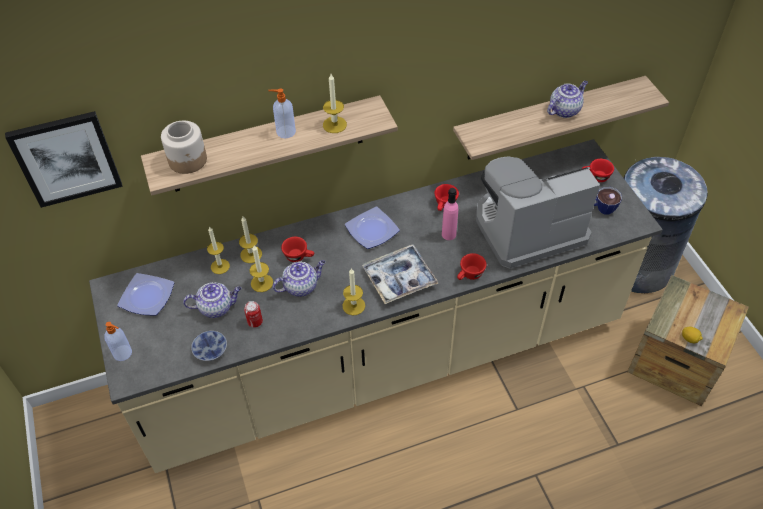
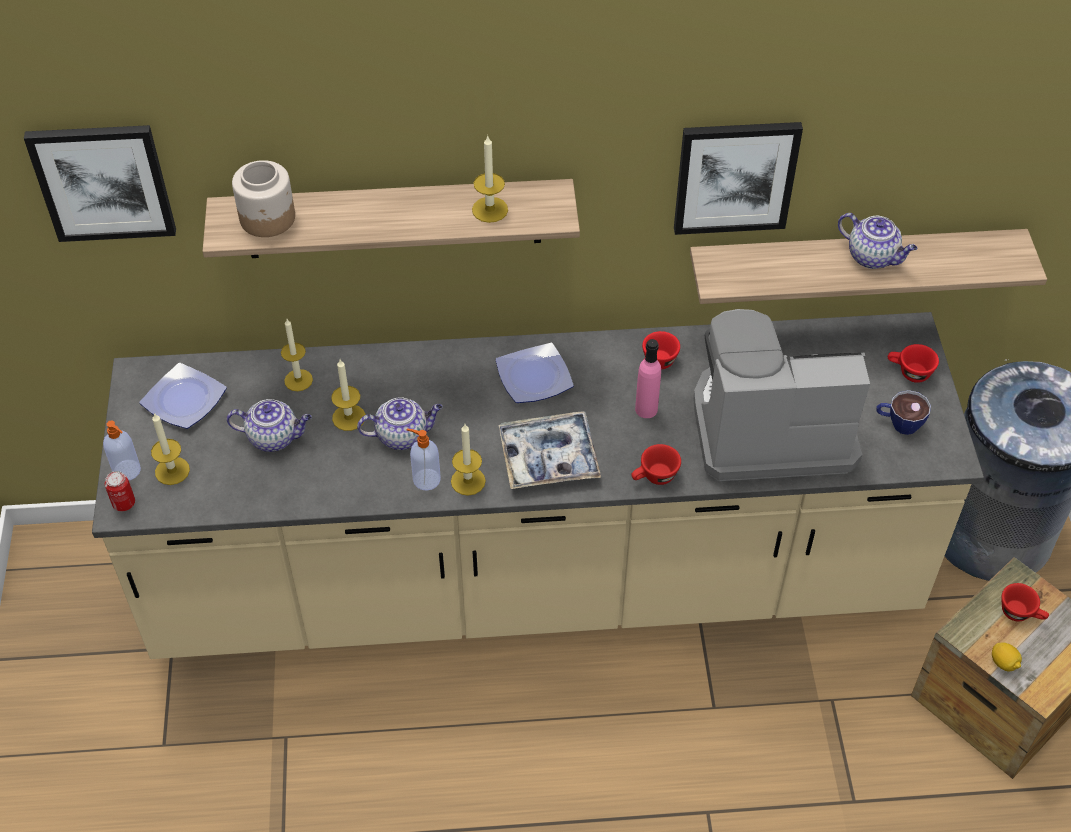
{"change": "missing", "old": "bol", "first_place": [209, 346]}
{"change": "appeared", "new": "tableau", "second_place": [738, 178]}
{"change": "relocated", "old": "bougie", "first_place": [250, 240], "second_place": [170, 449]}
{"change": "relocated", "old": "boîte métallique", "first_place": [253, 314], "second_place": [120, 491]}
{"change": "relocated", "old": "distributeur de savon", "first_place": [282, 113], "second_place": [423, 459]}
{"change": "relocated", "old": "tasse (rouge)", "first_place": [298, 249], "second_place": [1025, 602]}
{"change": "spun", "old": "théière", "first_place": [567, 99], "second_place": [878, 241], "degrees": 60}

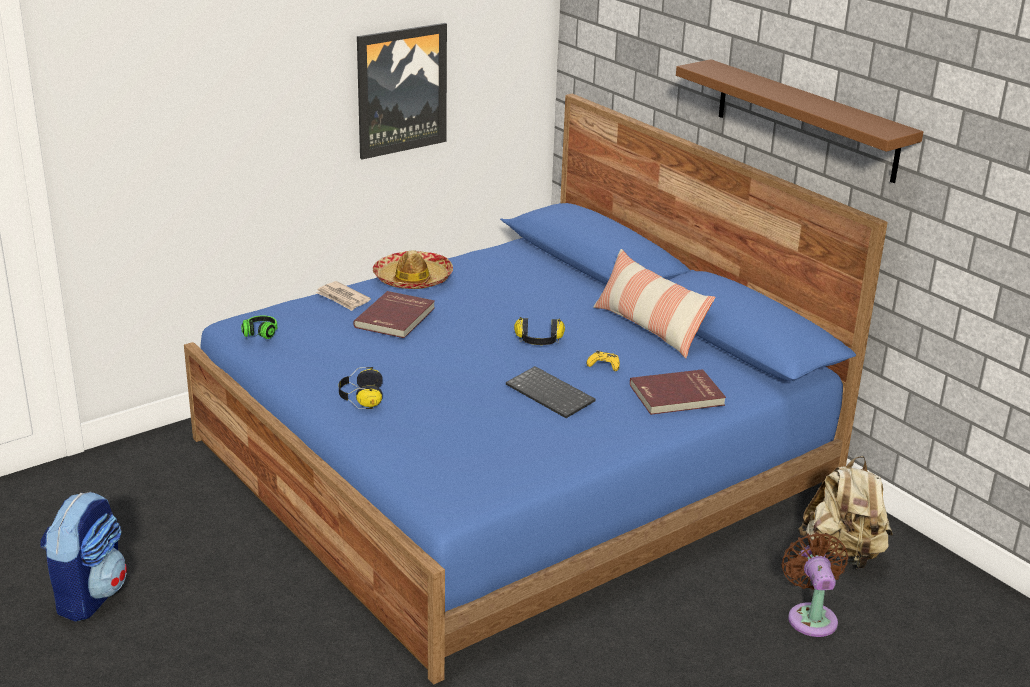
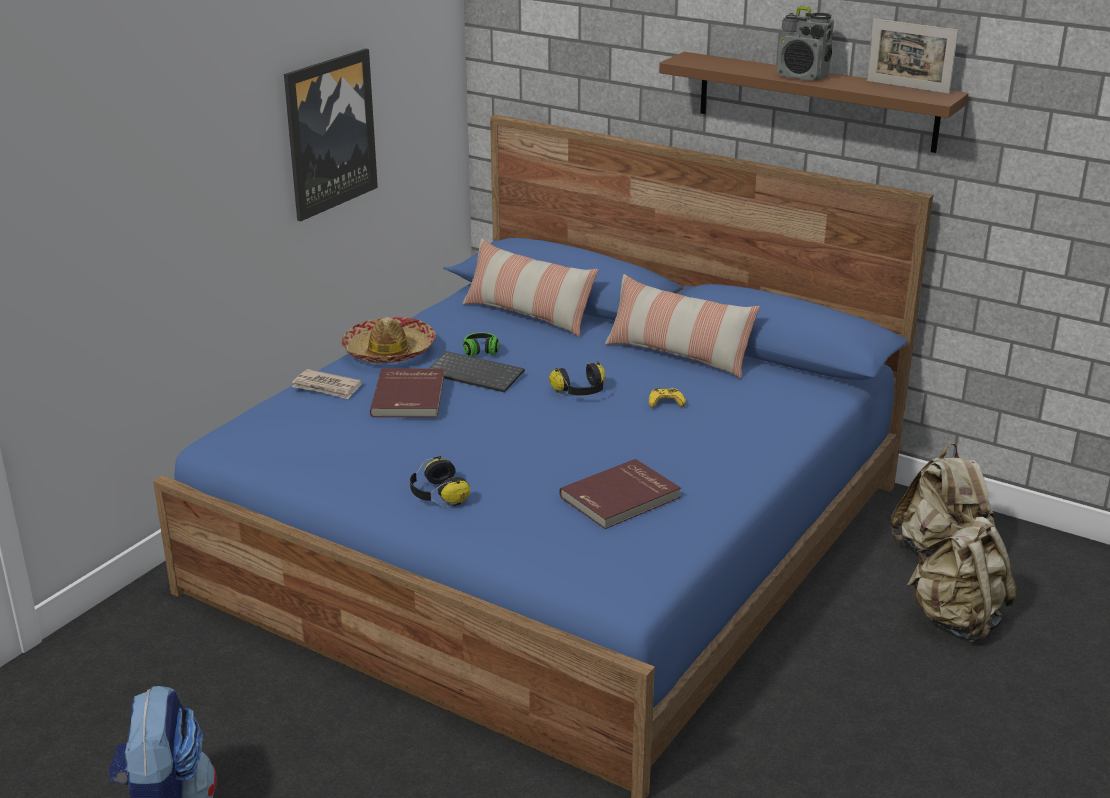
{"change": "appeared", "new": "coussin", "second_place": [530, 288]}
{"change": "appeared", "new": "radio", "second_place": [805, 43]}
{"change": "appeared", "new": "cadre photo", "second_place": [912, 56]}
{"change": "relocated", "old": "casque audio", "first_place": [259, 327], "second_place": [481, 344]}
{"change": "relocated", "old": "clavier", "first_place": [551, 392], "second_place": [477, 372]}
{"change": "relocated", "old": "livre (rouge)", "first_place": [678, 392], "second_place": [620, 494]}
{"change": "exchanged", "old": "ventilateur (marron)", "new": "sac à dos (beige)", "first_place": [815, 584], "second_place": [962, 580]}

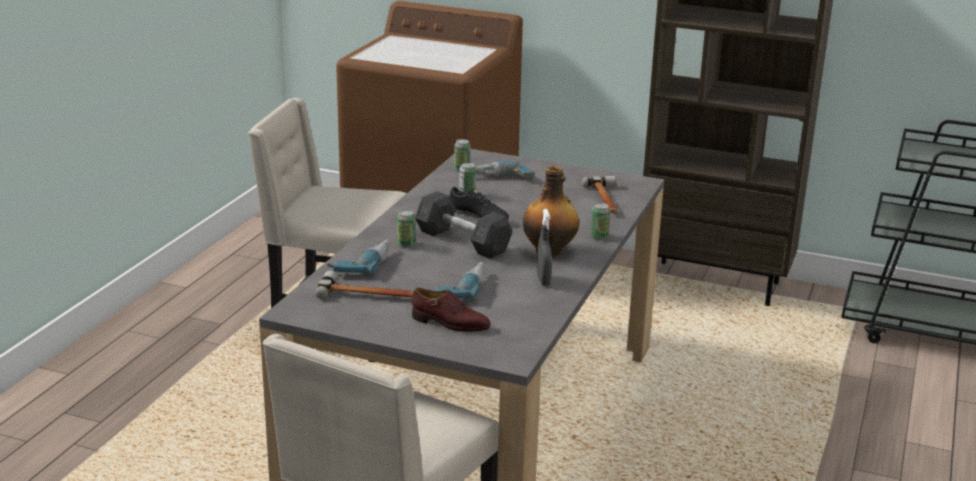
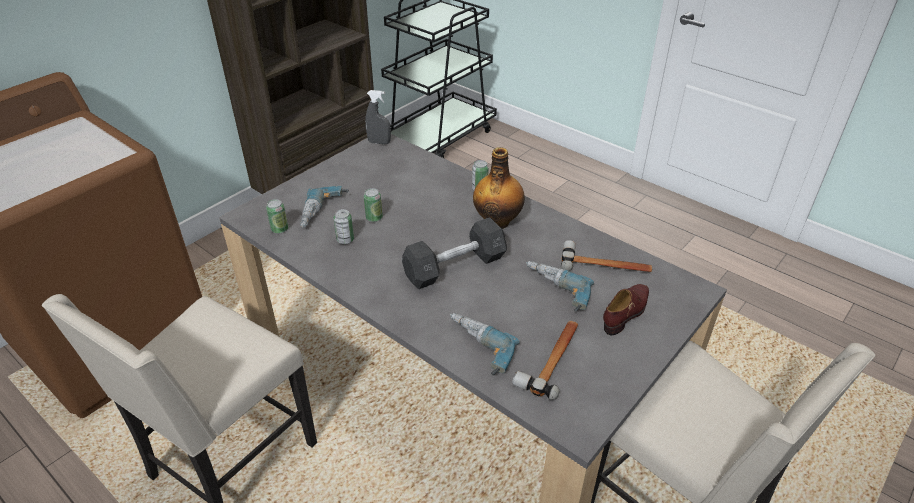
{"change": "missing", "old": "chaussure (noir)", "first_place": [479, 203]}
{"change": "relocated", "old": "boîte métallique", "first_place": [406, 228], "second_place": [373, 205]}
{"change": "relocated", "old": "vaporisateur (gris)", "first_place": [544, 247], "second_place": [378, 117]}
{"change": "relocated", "old": "marteau", "first_place": [600, 194], "second_place": [606, 256]}

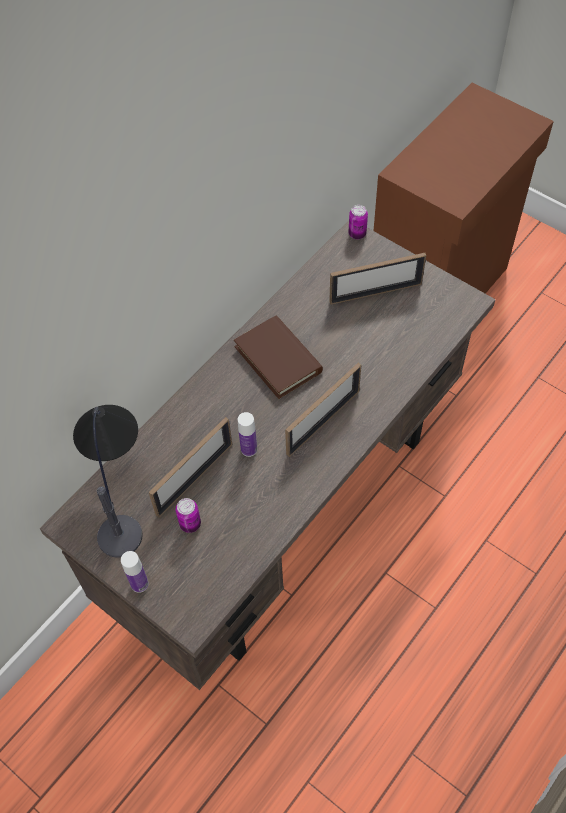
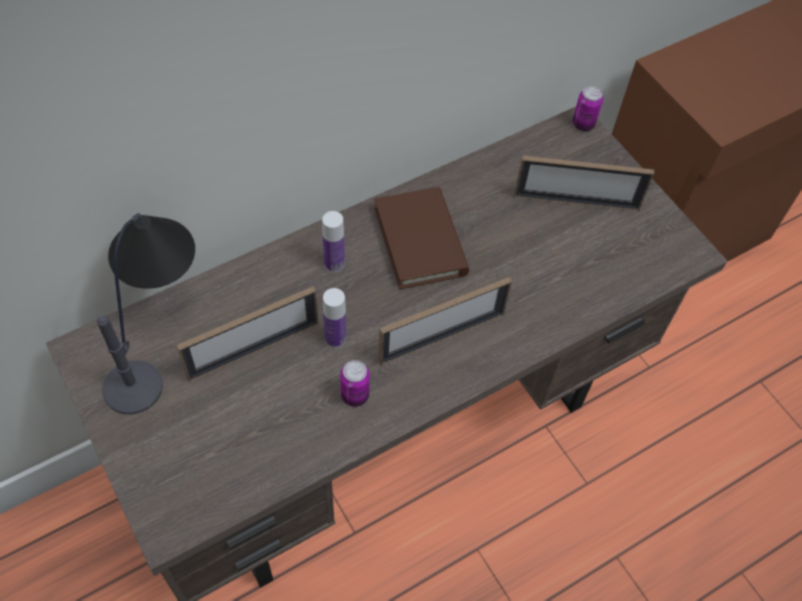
{"change": "relocated", "old": "bouteille", "first_place": [135, 572], "second_place": [333, 241]}
{"change": "relocated", "old": "boîte métallique", "first_place": [188, 515], "second_place": [355, 383]}

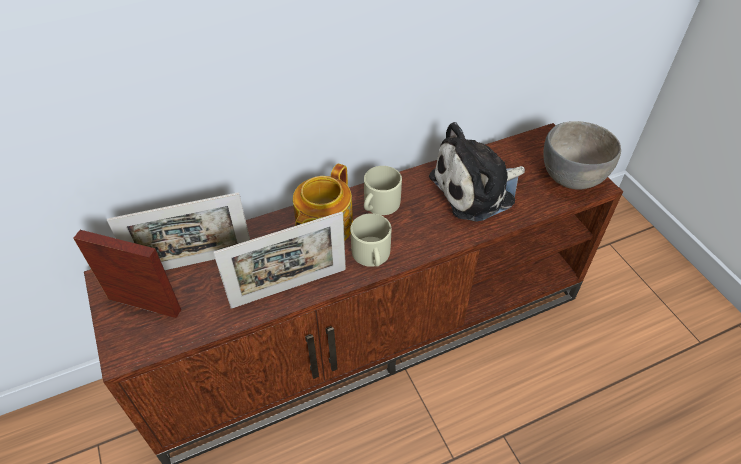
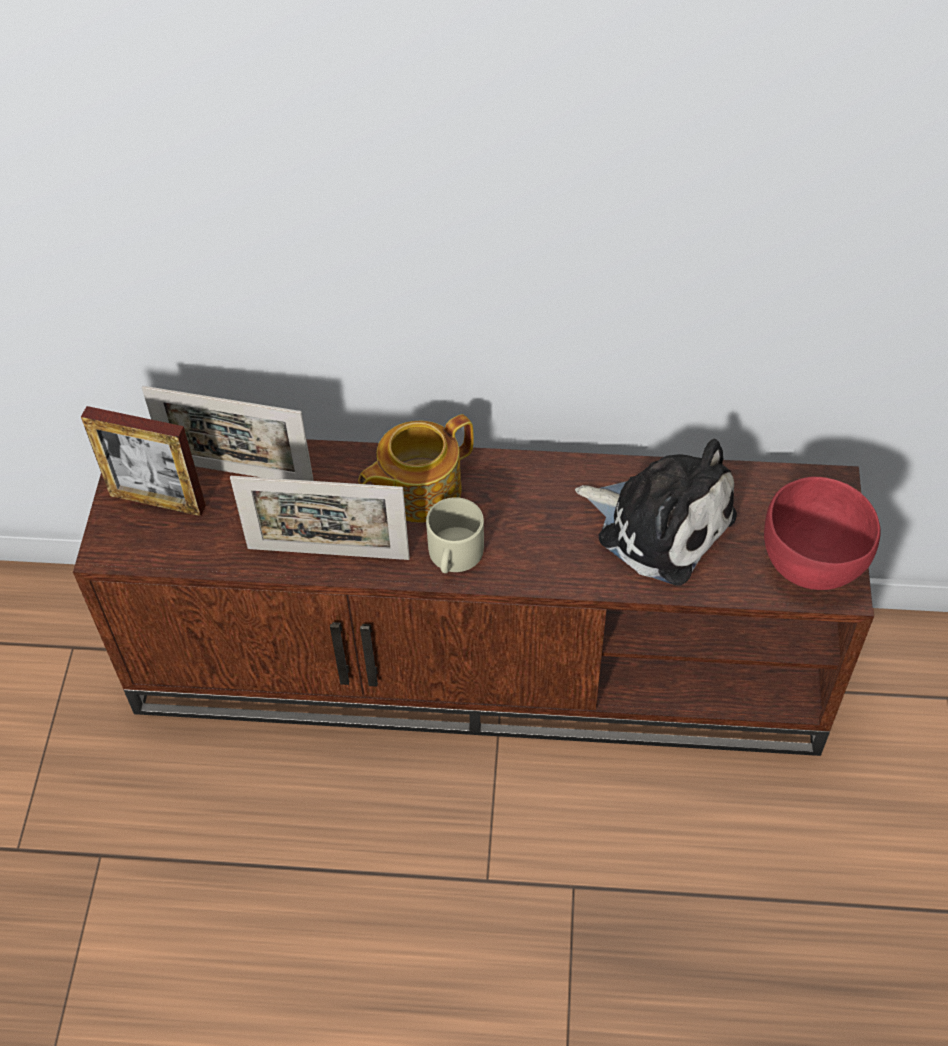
{"change": "missing", "old": "mug (beige)", "first_place": [383, 190]}
{"change": "colour", "old": "bol (gris)", "new": "bol (rouge)", "first_place": [582, 155], "second_place": [822, 533]}
{"change": "spun", "old": "cadre photo", "first_place": [127, 274], "second_place": [143, 461], "degrees": 150}
{"change": "spun", "old": "peluche", "first_place": [477, 172], "second_place": [656, 512], "degrees": -150}

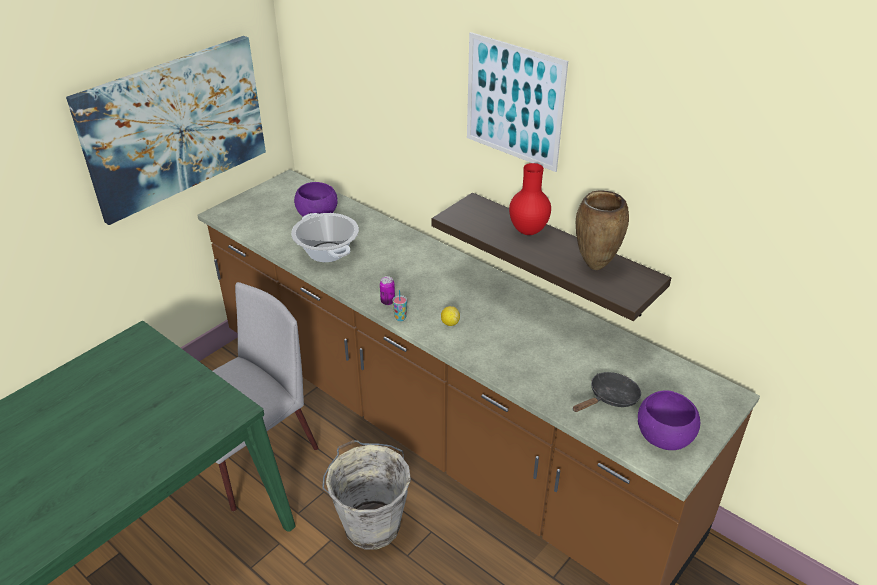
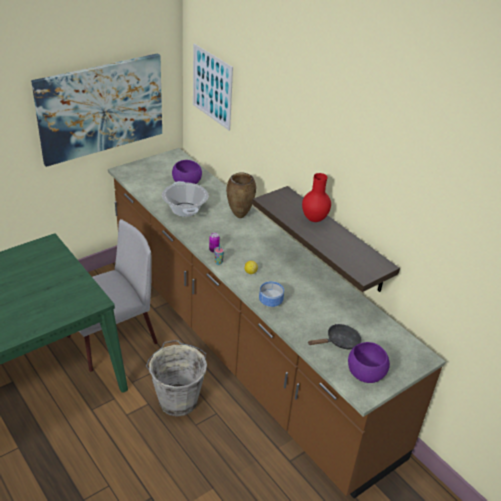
{"change": "appeared", "new": "bol", "second_place": [271, 294]}
{"change": "relocated", "old": "tableau", "first_place": [517, 102], "second_place": [213, 87]}
{"change": "relocated", "old": "vase (marron)", "first_place": [602, 230], "second_place": [241, 195]}

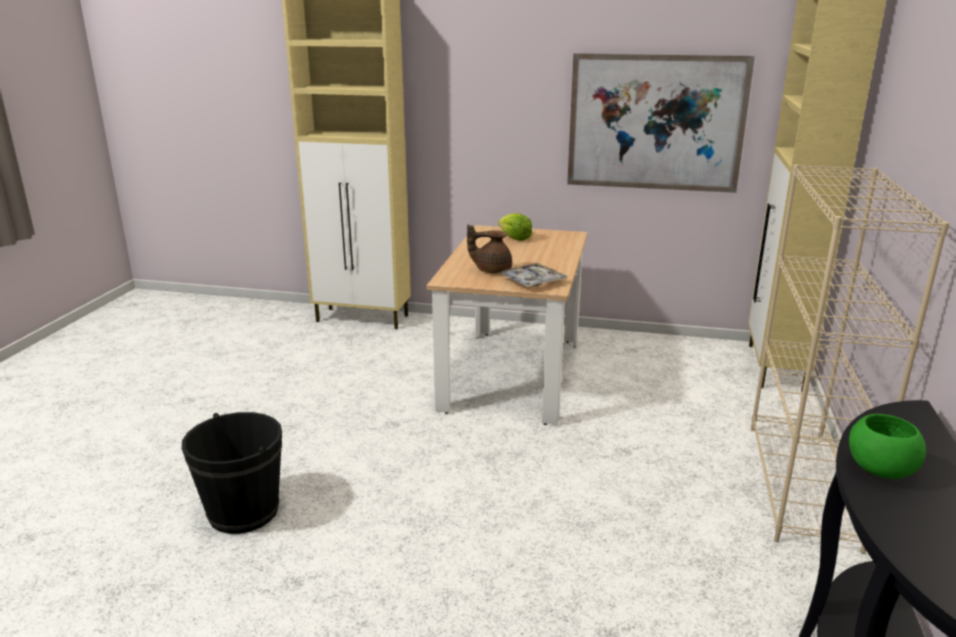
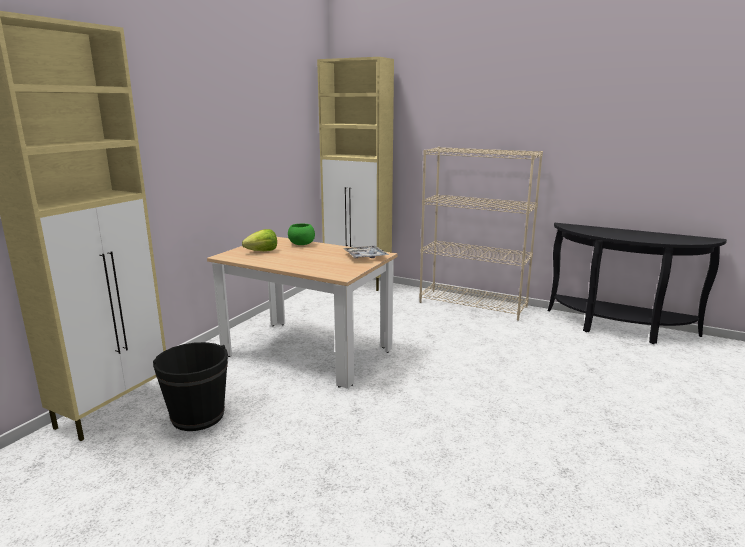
{"change": "missing", "old": "théière (marron)", "first_place": [489, 248]}
{"change": "missing", "old": "tableau", "first_place": [661, 123]}
{"change": "relocated", "old": "seau (noir)", "first_place": [232, 473], "second_place": [190, 386]}
{"change": "relocated", "old": "bol (vert)", "first_place": [887, 446], "second_place": [301, 234]}

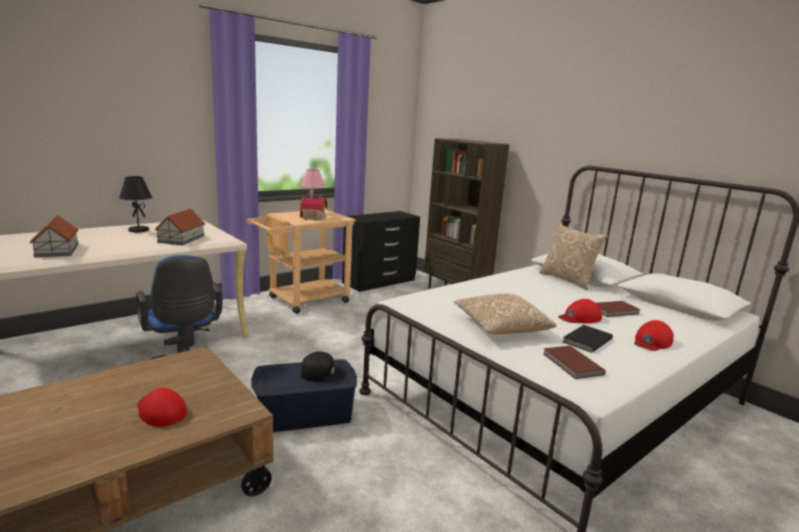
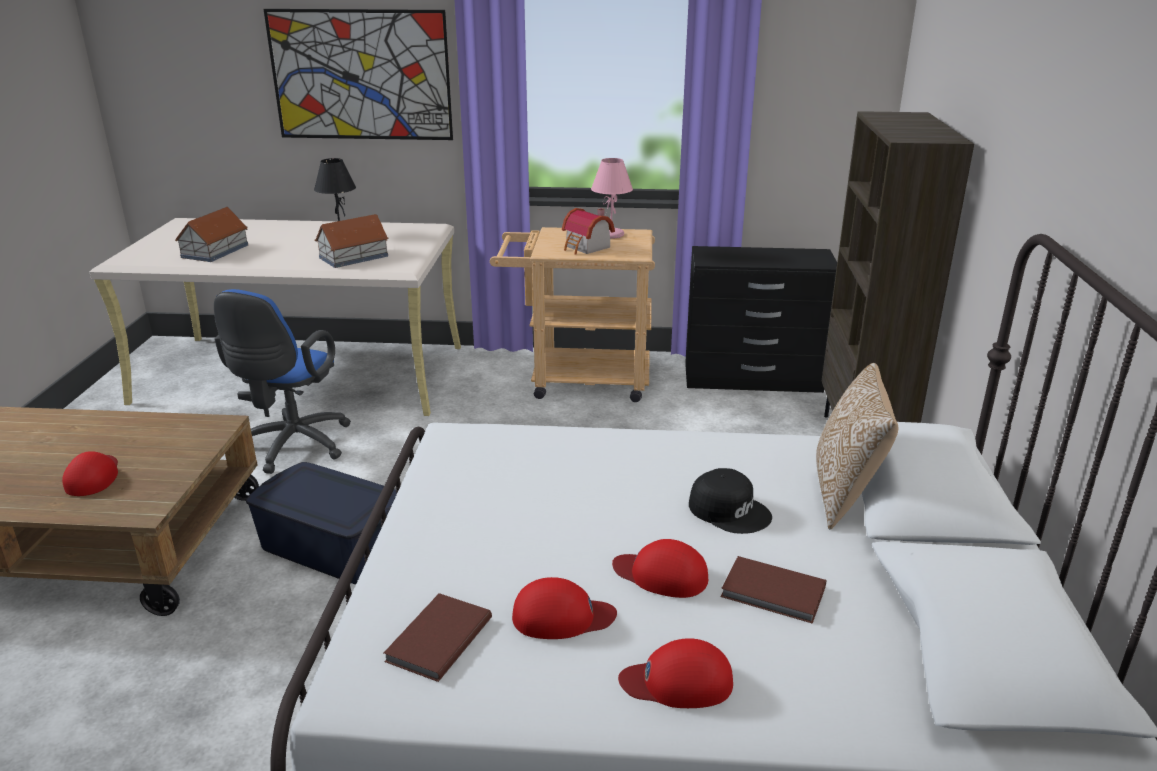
{"change": "missing", "old": "coussin", "first_place": [505, 314]}
{"change": "appeared", "new": "tableau", "second_place": [358, 74]}
{"change": "relocated", "old": "casquette (noir)", "first_place": [323, 367], "second_place": [730, 501]}
{"change": "exchanged", "old": "livre (noir)", "new": "casquette (rouge)", "first_place": [588, 339], "second_place": [564, 608]}

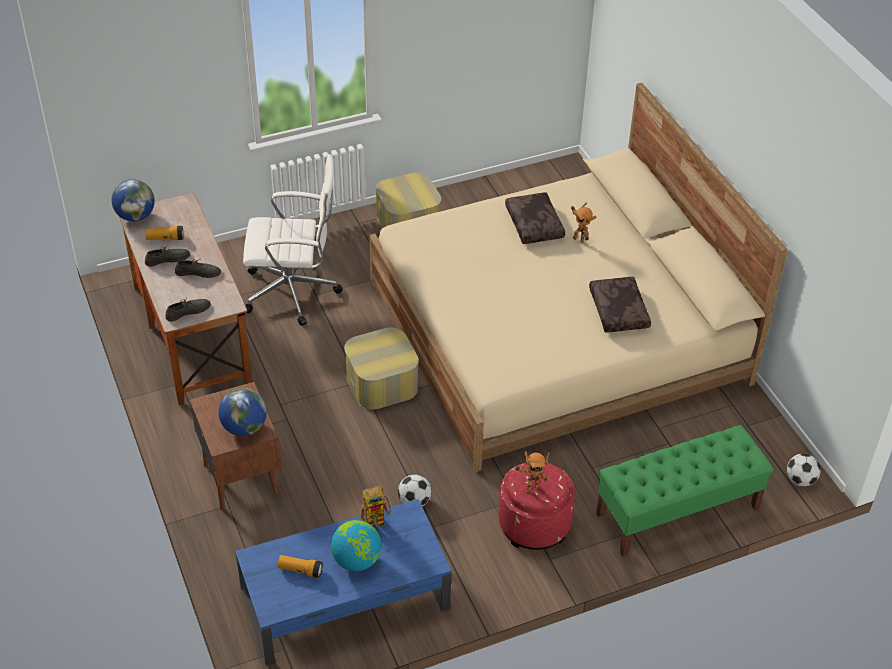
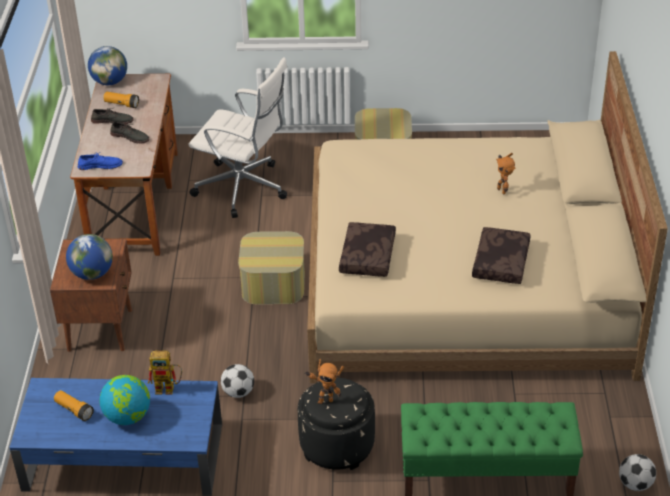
{"change": "relocated", "old": "coussin (marron)", "first_place": [535, 218], "second_place": [367, 249]}
{"change": "colour", "old": "chaussure (gris)", "new": "chaussure (bleu)", "first_place": [188, 310], "second_place": [100, 161]}
{"change": "colour", "old": "pouf (rouge)", "new": "pouf (noir)", "first_place": [537, 506], "second_place": [336, 424]}

